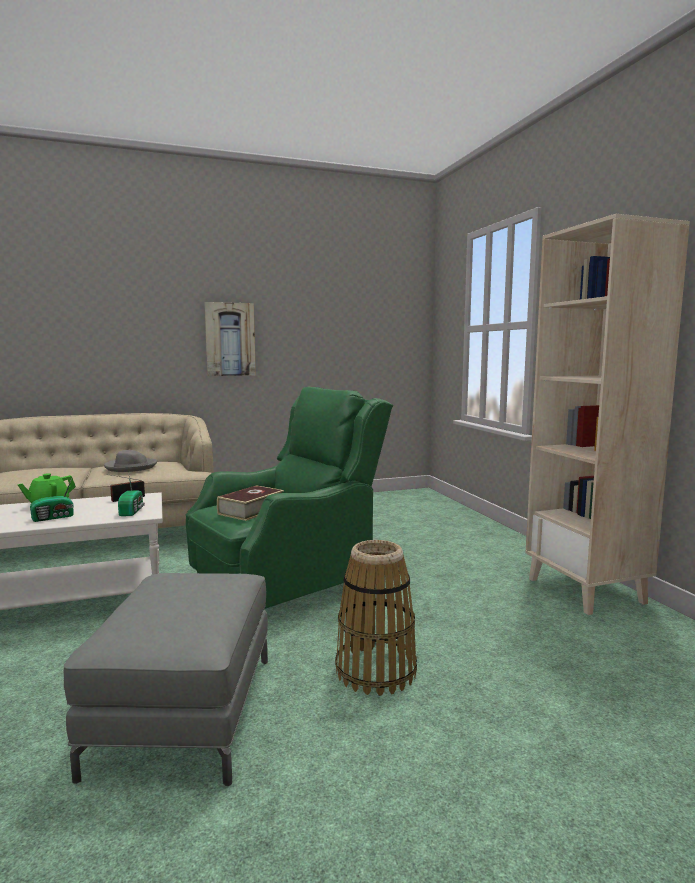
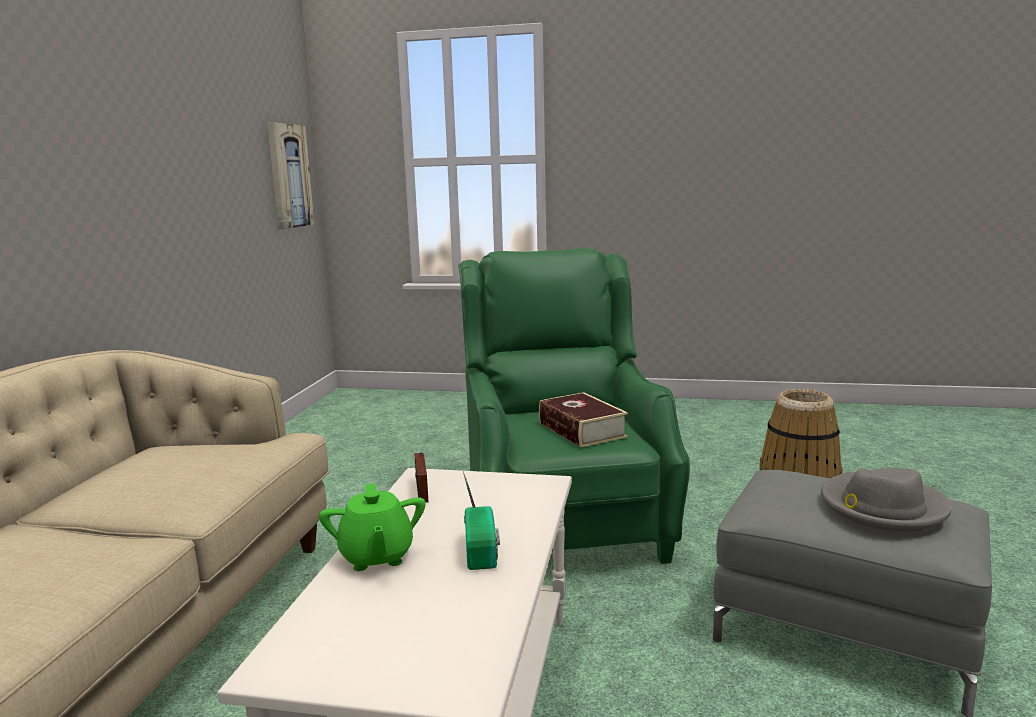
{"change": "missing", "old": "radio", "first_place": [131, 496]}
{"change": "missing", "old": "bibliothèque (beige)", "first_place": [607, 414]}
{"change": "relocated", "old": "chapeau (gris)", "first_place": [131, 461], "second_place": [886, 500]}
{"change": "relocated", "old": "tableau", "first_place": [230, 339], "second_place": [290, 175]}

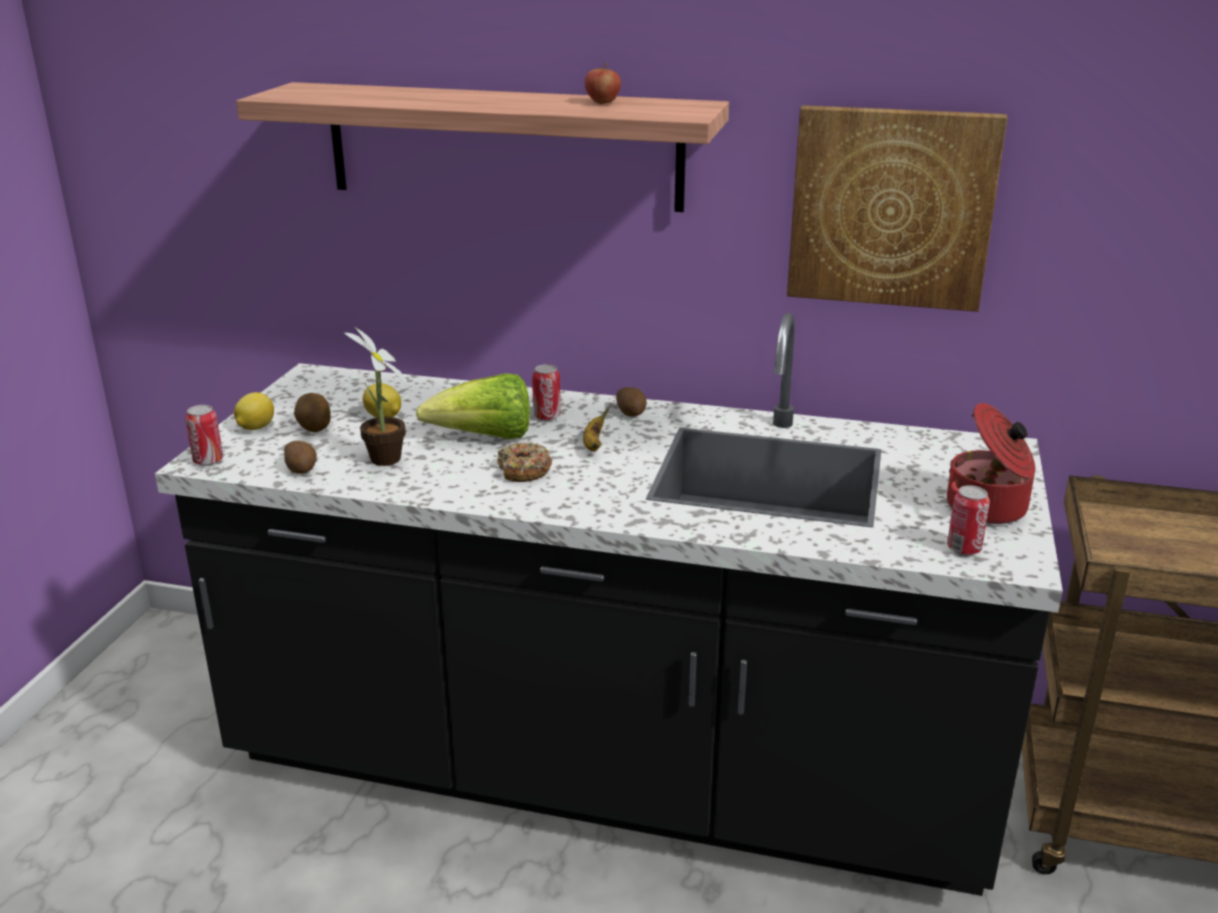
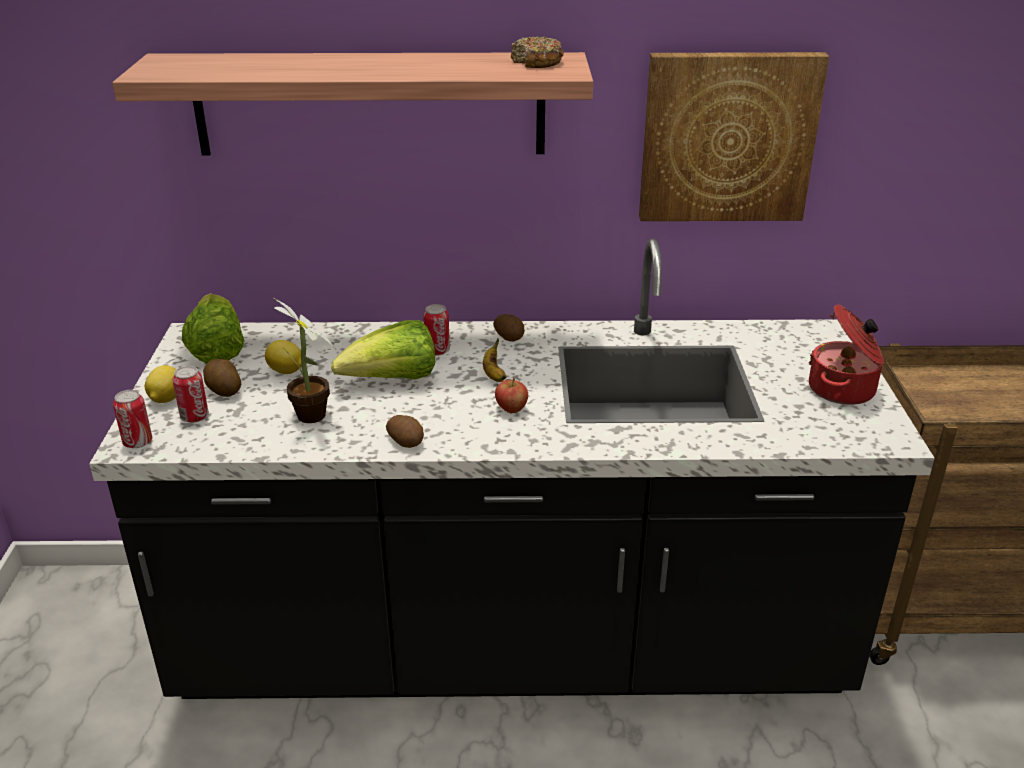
{"change": "appeared", "new": "laitue", "second_place": [213, 328]}
{"change": "relocated", "old": "pomme de terre", "first_place": [300, 457], "second_place": [405, 431]}
{"change": "relocated", "old": "beignet", "first_place": [524, 462], "second_place": [537, 52]}
{"change": "relocated", "old": "pomme", "first_place": [603, 83], "second_place": [511, 395]}
{"change": "relocated", "old": "boîte métallique", "first_place": [968, 520], "second_place": [191, 394]}

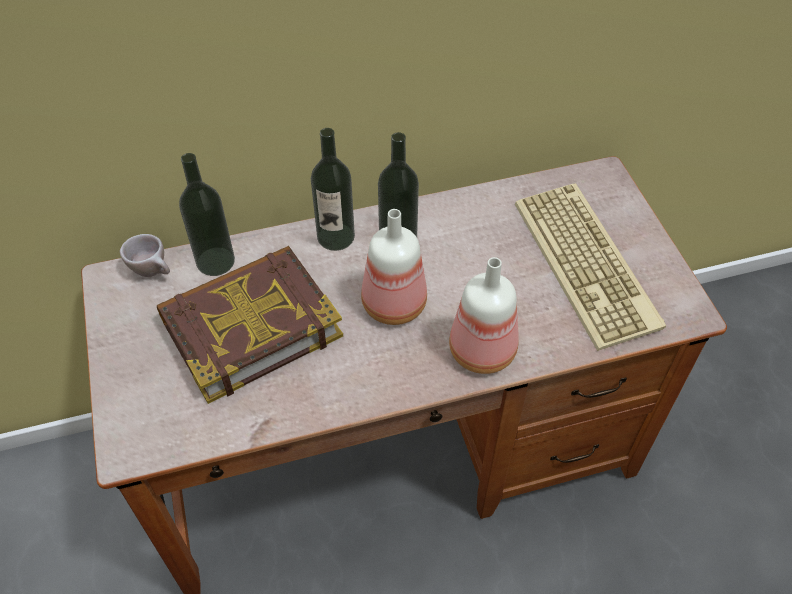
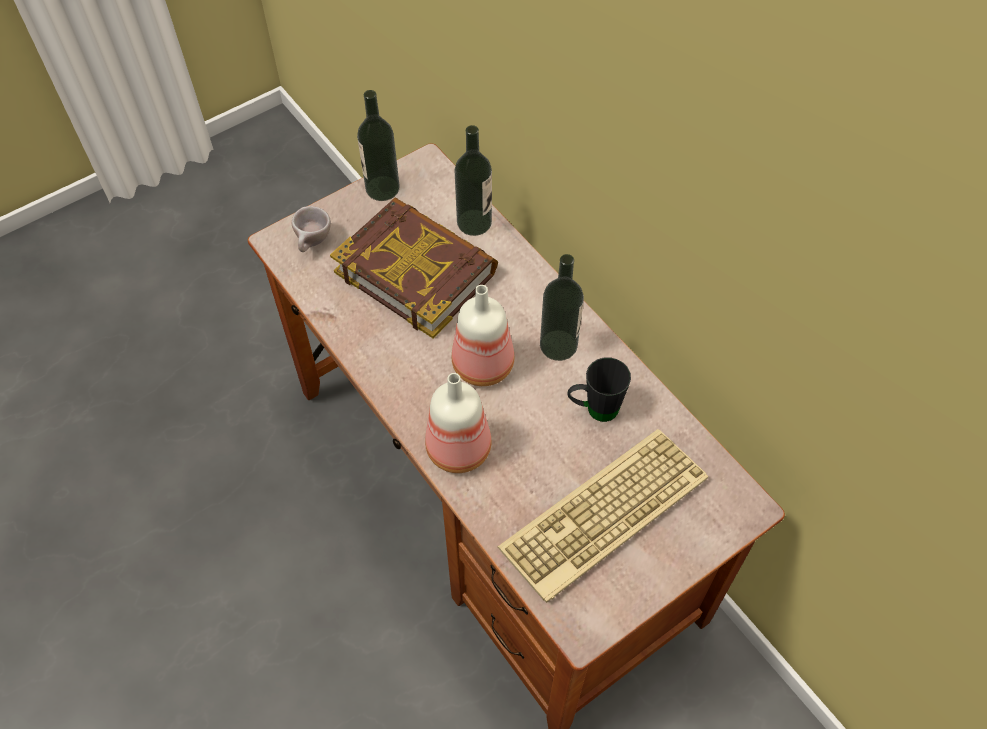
{"change": "appeared", "new": "mug (noir)", "second_place": [599, 389]}
{"change": "relocated", "old": "tasse (beige)", "first_place": [145, 255], "second_place": [311, 229]}
{"change": "relocated", "old": "bouteille", "first_place": [333, 189], "second_place": [378, 145]}

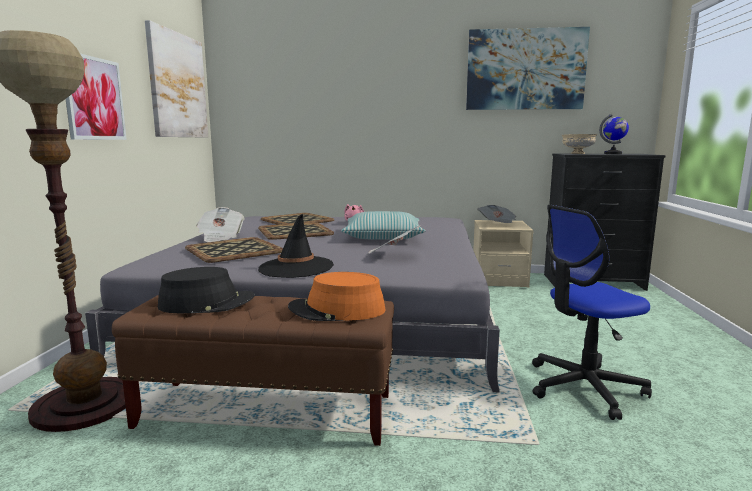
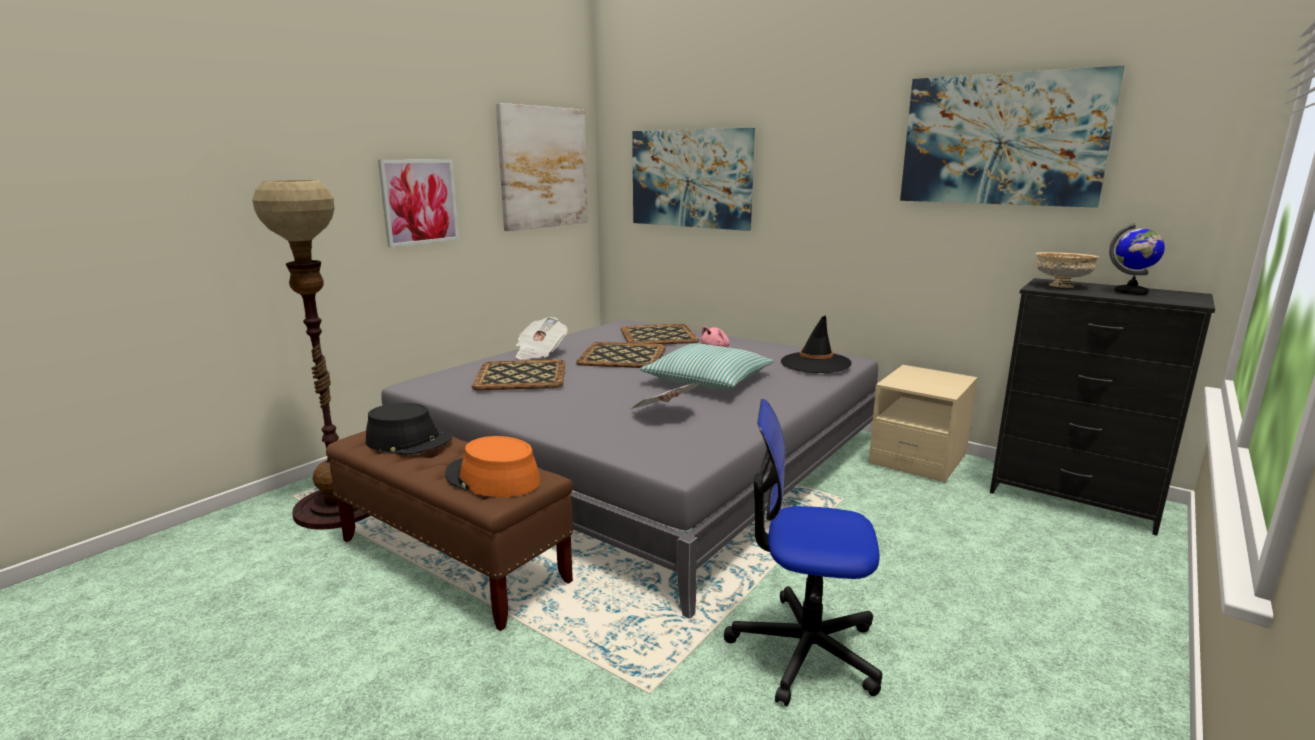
{"change": "missing", "old": "journal", "first_place": [496, 214]}
{"change": "appeared", "new": "tableau", "second_place": [693, 179]}
{"change": "relocated", "old": "chapeau (noir)", "first_place": [296, 246], "second_place": [816, 344]}

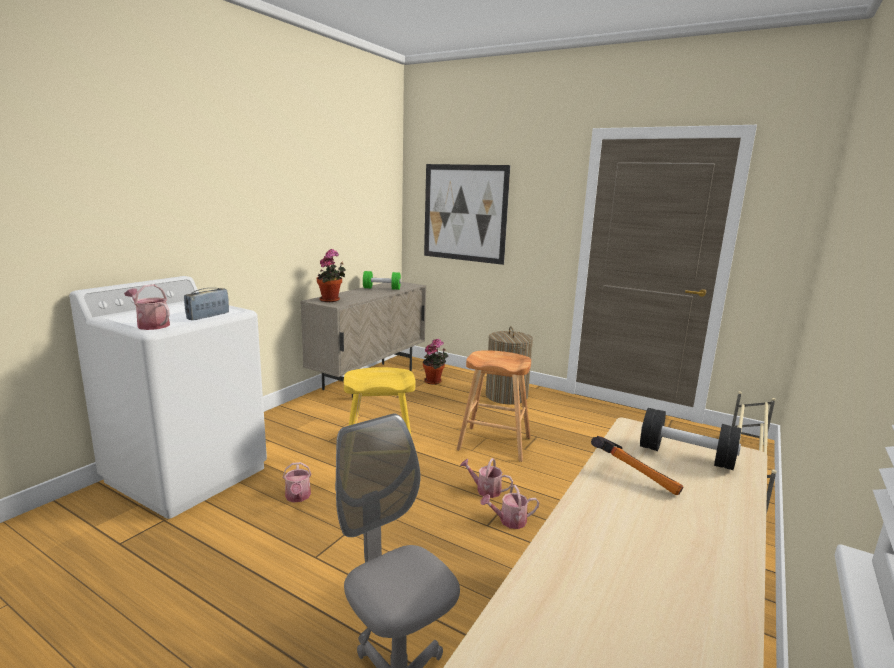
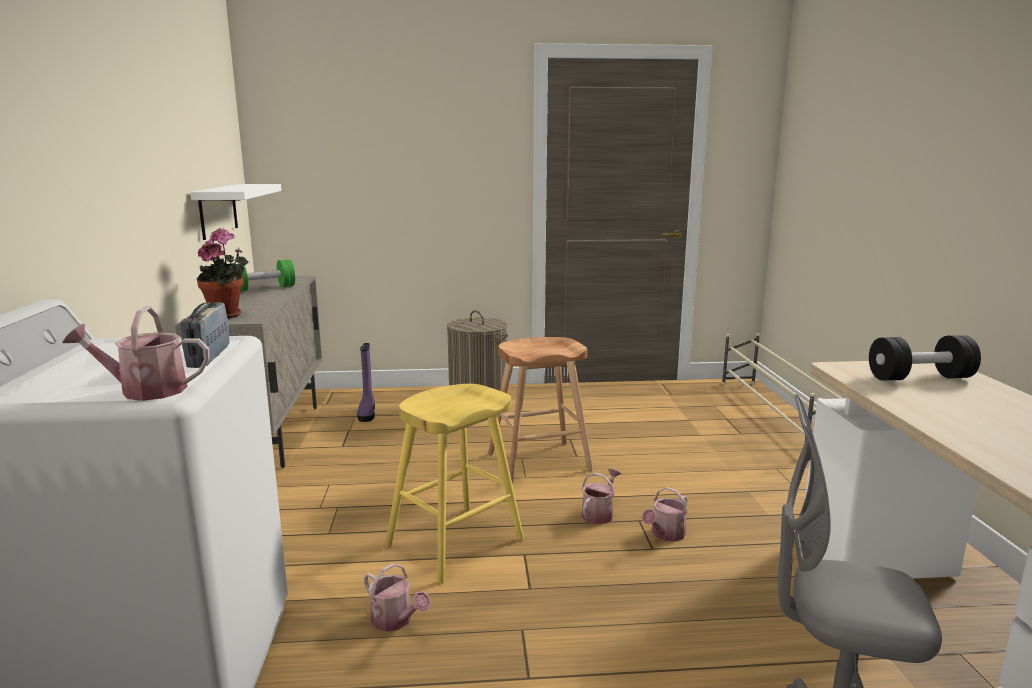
{"change": "missing", "old": "tableau", "first_place": [467, 214]}
{"change": "missing", "old": "marteau", "first_place": [637, 465]}
{"change": "appeared", "new": "étagère (blanc)", "second_place": [236, 212]}
{"change": "exchanged", "old": "plante en pot", "new": "botte (violet)", "first_place": [435, 362], "second_place": [366, 382]}
{"change": "spun", "old": "arrosoir", "first_place": [486, 478], "second_place": [601, 496], "degrees": 135}

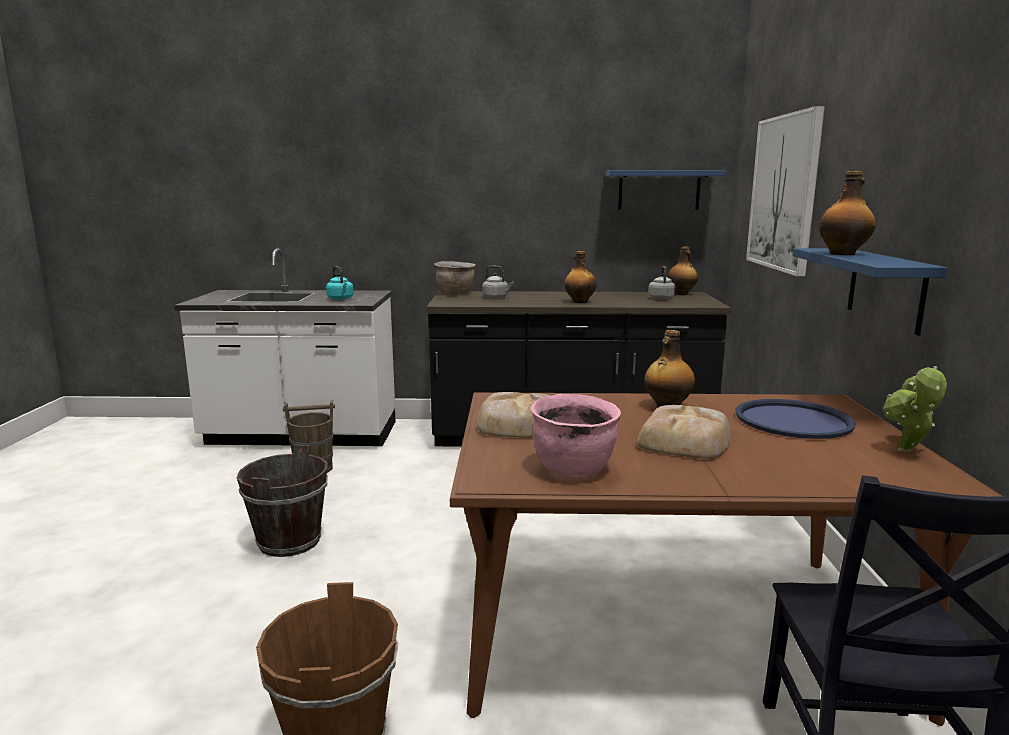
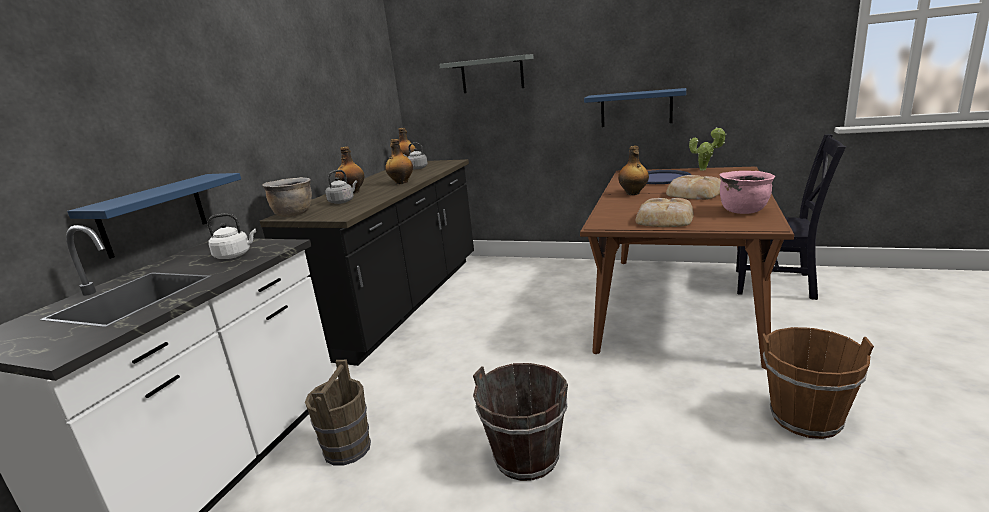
{"change": "relocated", "old": "étagère (bleu)", "first_place": [665, 190], "second_place": [154, 216]}
{"change": "relocated", "old": "bouteille", "first_place": [847, 213], "second_place": [349, 170]}
{"change": "exchanged", "old": "tableau", "new": "étagère (gris)", "first_place": [785, 191], "second_place": [486, 73]}
{"change": "colour", "old": "bouilloire (turquoise)", "new": "bouilloire (blanc)", "first_place": [339, 283], "second_place": [231, 236]}

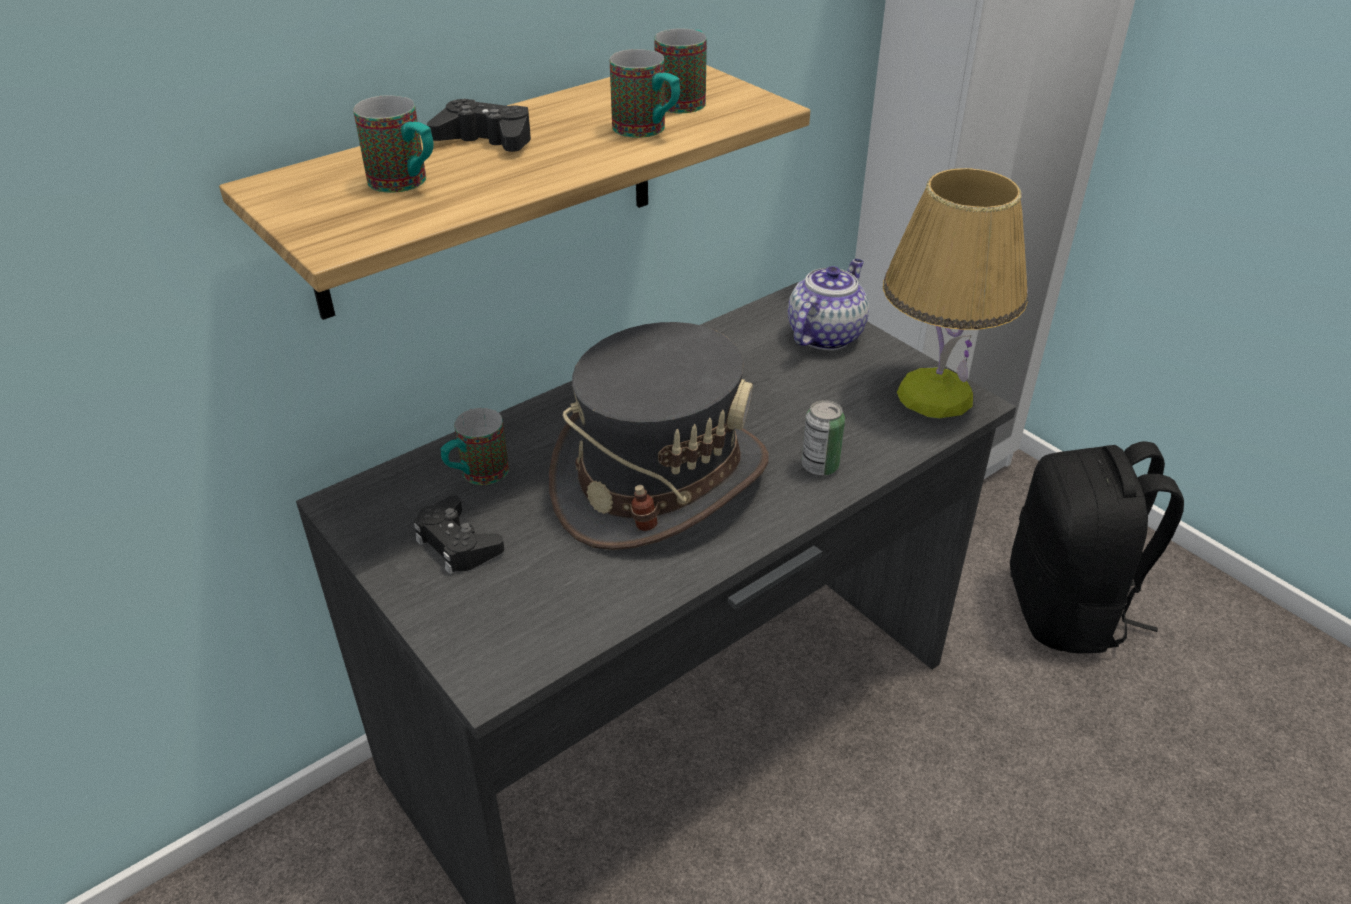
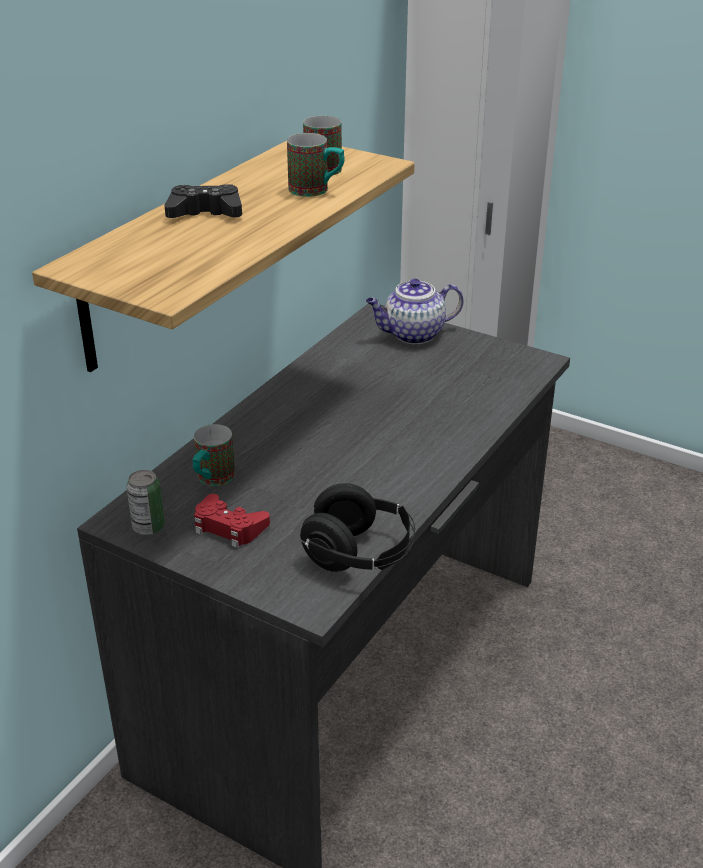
{"change": "missing", "old": "mug", "first_place": [393, 144]}
{"change": "missing", "old": "chapeau (gris)", "first_place": [659, 436]}
{"change": "missing", "old": "lampe de table", "first_place": [955, 293]}
{"change": "missing", "old": "sac à dos (noir)", "first_place": [1097, 547]}
{"change": "appeared", "new": "casque audio (noir)", "second_place": [357, 527]}
{"change": "relocated", "old": "boîte métallique", "first_place": [823, 438], "second_place": [145, 502]}
{"change": "colour", "old": "manette (noir)", "new": "manette (rouge)", "first_place": [459, 534], "second_place": [232, 521]}
{"change": "spun", "old": "théière", "first_place": [828, 304], "second_place": [415, 311], "degrees": -120}

